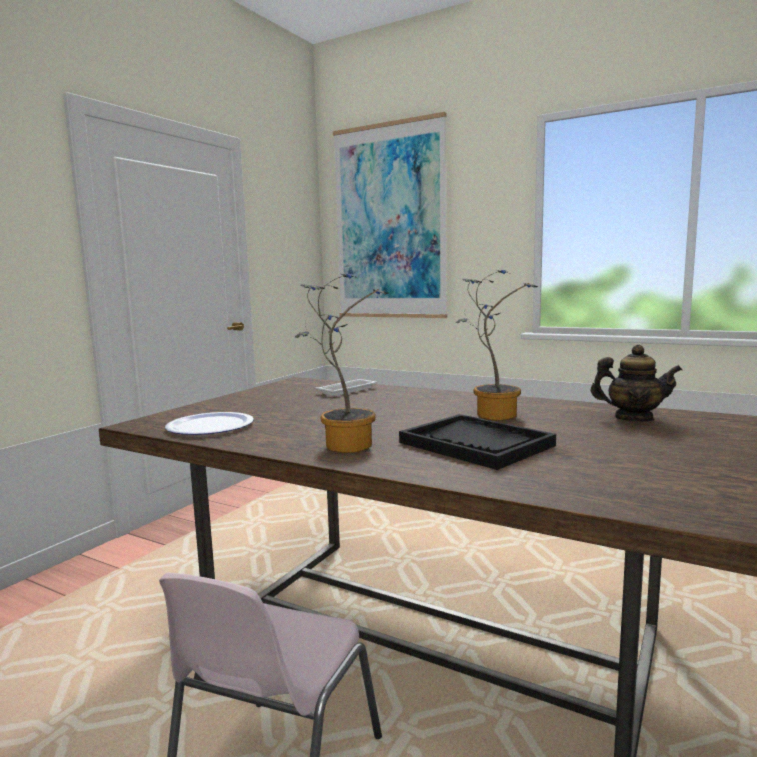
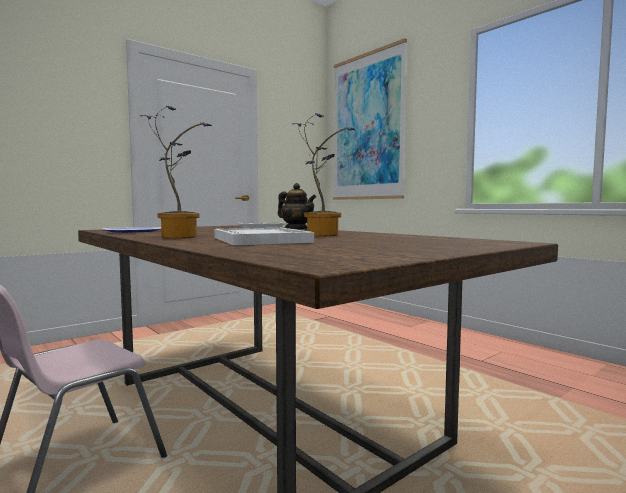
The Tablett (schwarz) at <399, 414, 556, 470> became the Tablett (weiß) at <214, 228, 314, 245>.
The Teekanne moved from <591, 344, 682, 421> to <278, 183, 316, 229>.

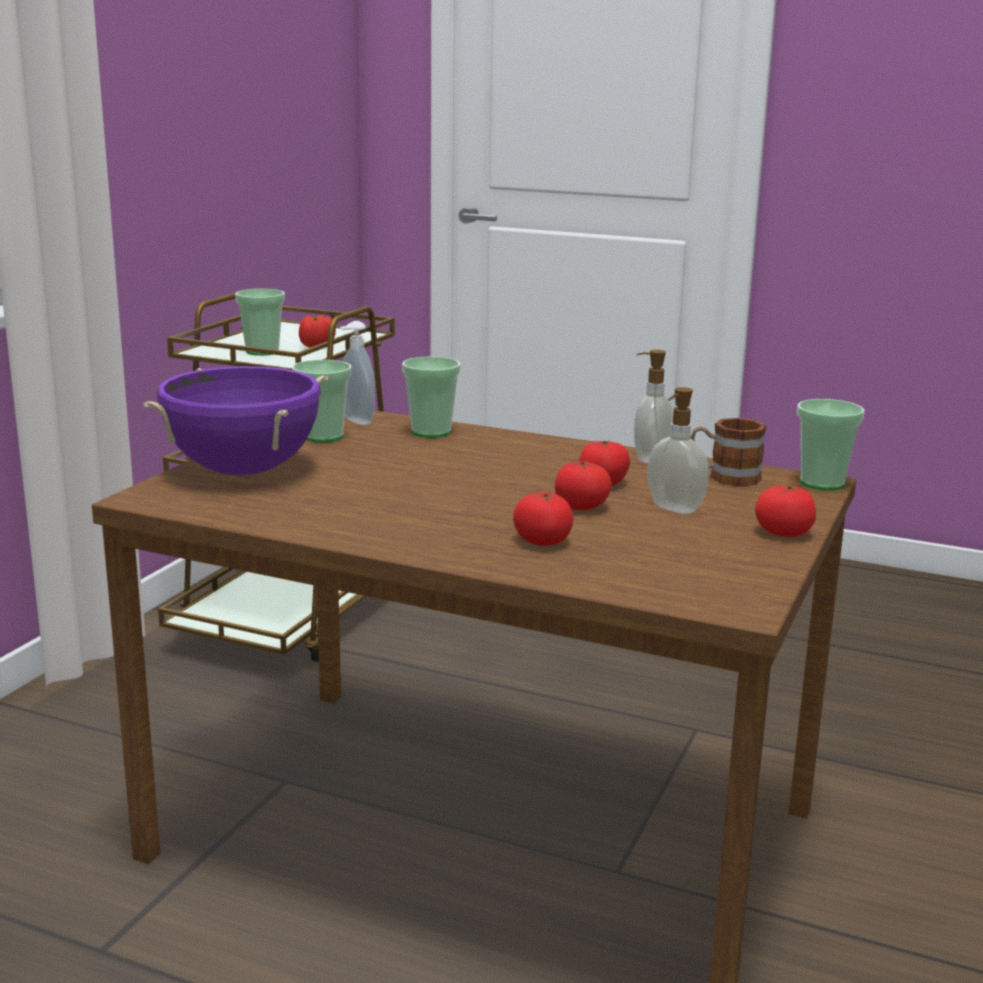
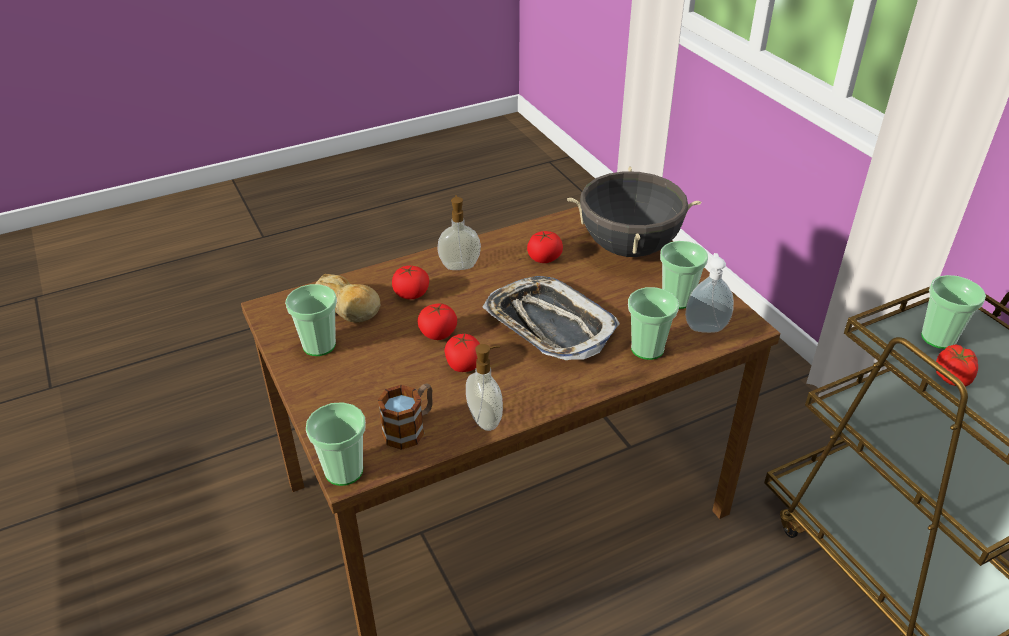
The Kochtopf (lila) at <143, 366, 328, 475> became the Kochtopf (schwarz) at <567, 167, 701, 257>.
The Seifenspender moved from <647, 387, 709, 514> to <437, 195, 481, 270>.
The Tomate moved from <755, 485, 816, 537> to <527, 231, 563, 263>.
The Tasse at <285, 284, 337, 356> appeared.
The Brot at <315, 274, 380, 323> appeared.
The Tablett at <483, 276, 620, 360> appeared.

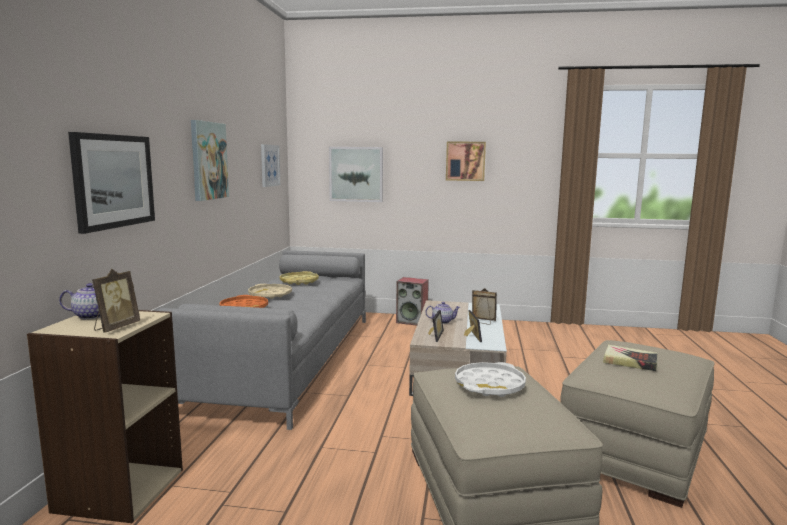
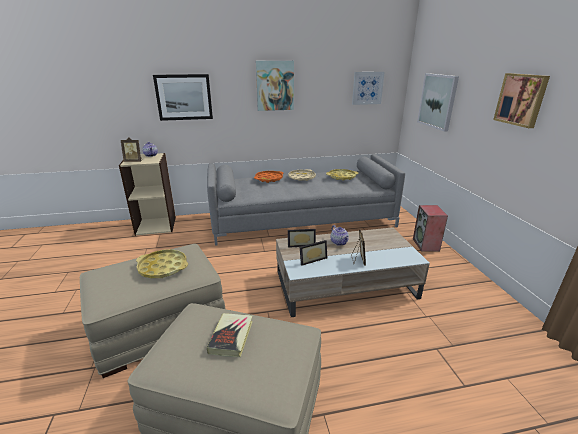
The Tablett (weiß) at <455, 362, 526, 397> became the Tablett (gelb) at <136, 249, 188, 278>.

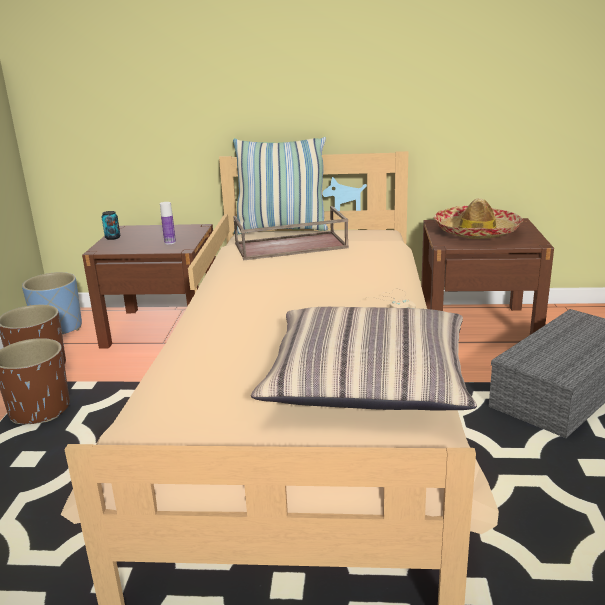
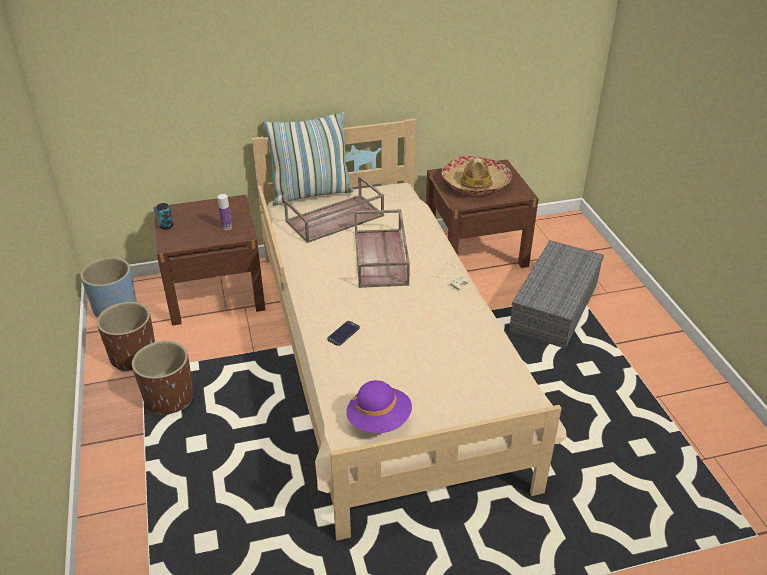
The Kissen at <251, 307, 477, 411> disappeared.
The Handy at <327, 321, 360, 346> appeared.
The Hut (lila) at <346, 380, 412, 433> appeared.
The Tablett (braun) at <354, 209, 410, 288> appeared.

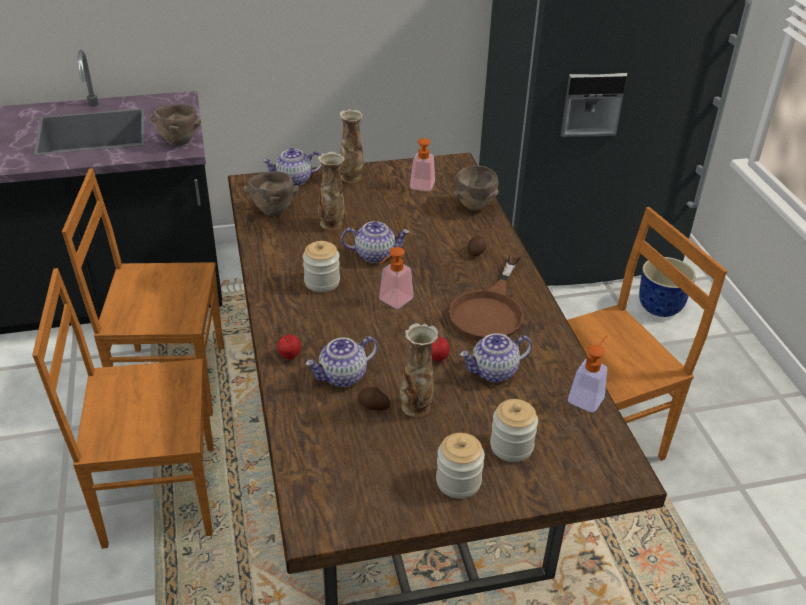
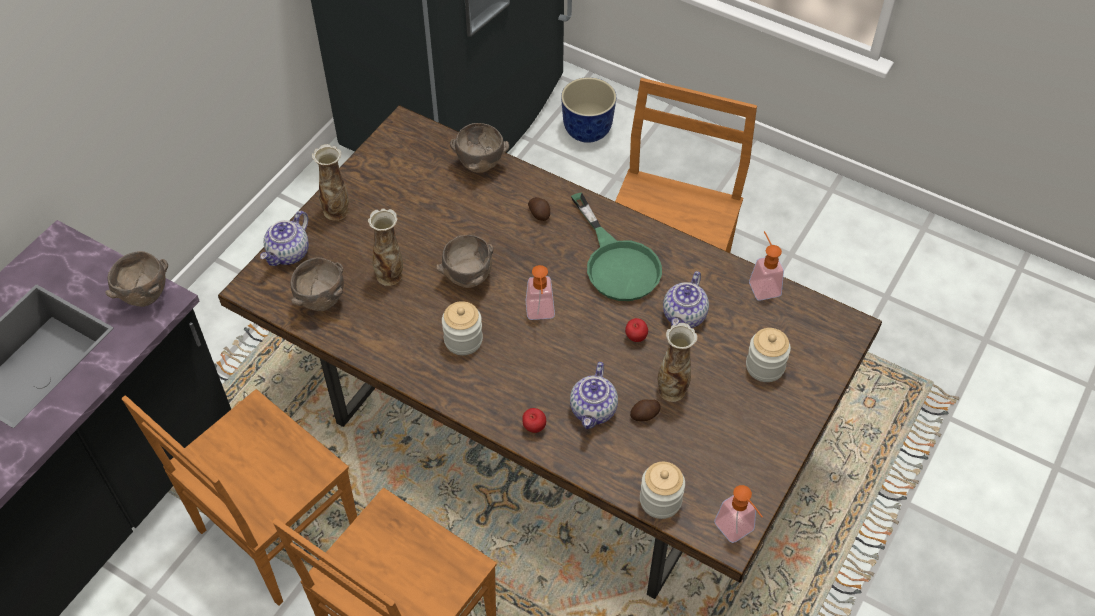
The Teekanne at <341, 221, 410, 263> was replaced by the Schüssel (braun) at <437, 235, 494, 288>.
The Seifenspender moved from <410, 138, 435, 191> to <714, 485, 763, 543>.
The Vorratsglas moved from <436, 433, 485, 499> to <640, 462, 685, 519>.
The Pfanne (braun) at <449, 253, 524, 341> became the Pfanne (grün) at <571, 192, 662, 301>.

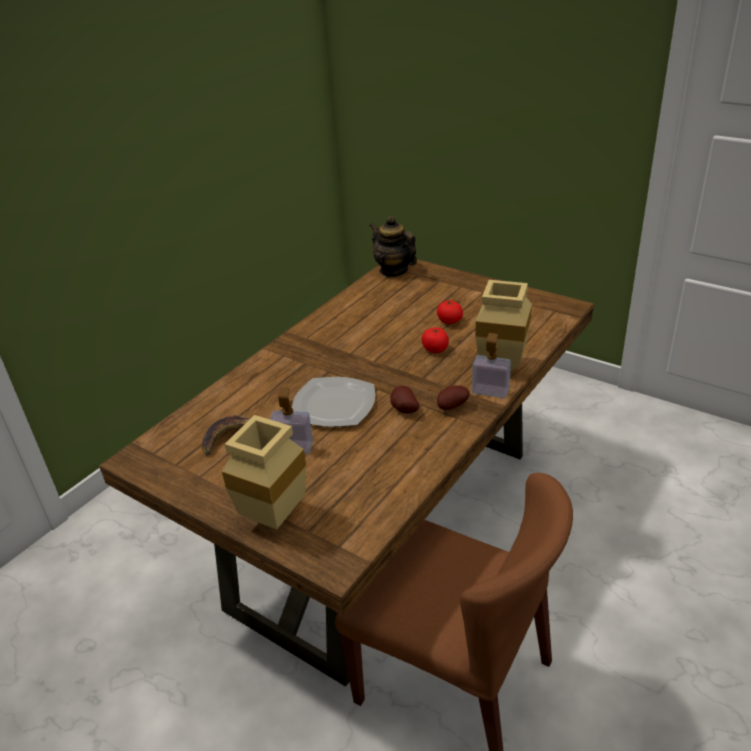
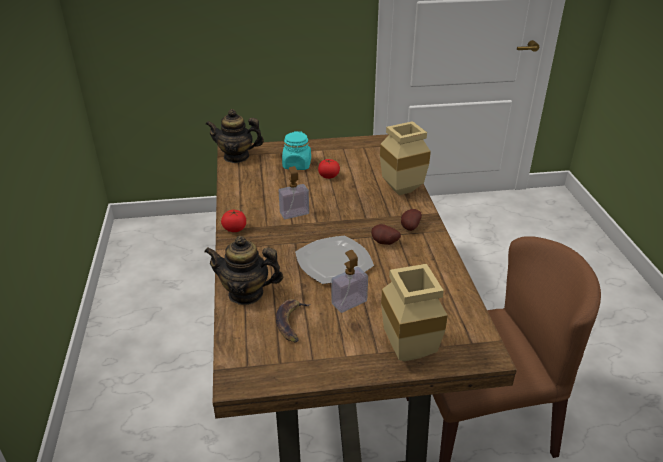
The Tomate moved from <422, 327, 449, 353> to <221, 210, 246, 232>.
The Seifenspender moved from <472, 333, 511, 398> to <279, 166, 309, 219>.
The Teekanne at <204, 236, 283, 305> appeared.
The Vorratsglas (türkis) at <282, 131, 311, 170> appeared.

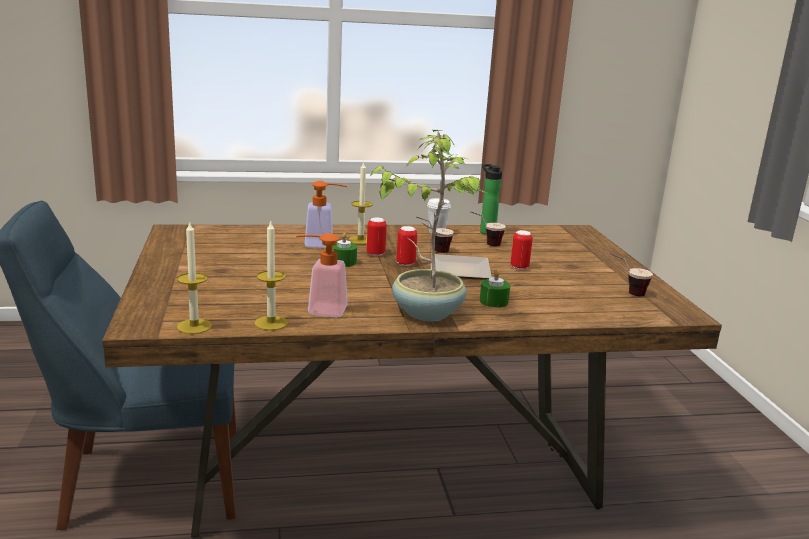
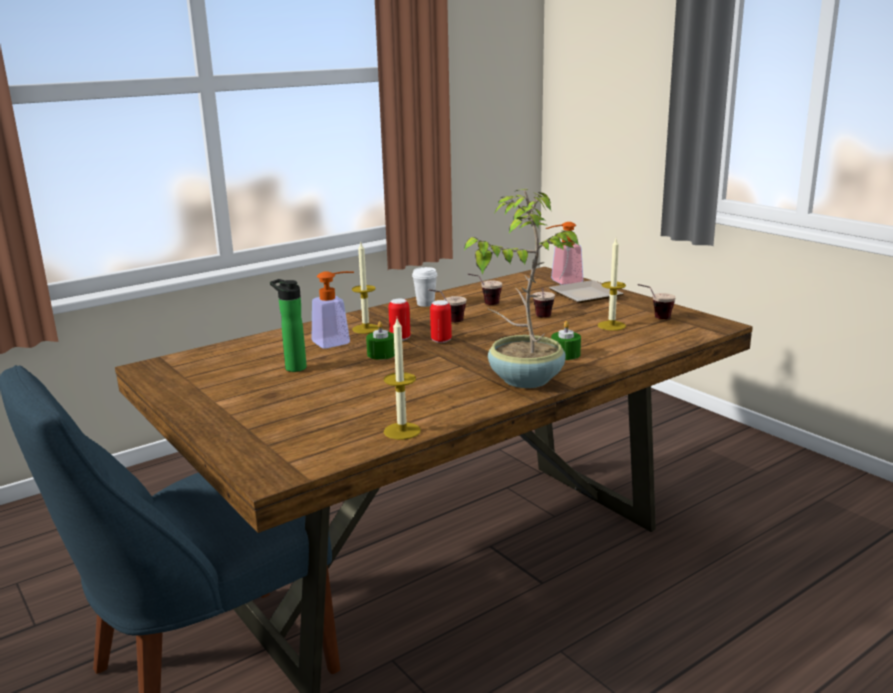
The Kerze moved from <177, 221, 212, 334> to <598, 239, 626, 331>.
The Seifenspender moved from <296, 233, 348, 317> to <546, 222, 583, 285>.
The Teller moved from <431, 254, 492, 280> to <549, 280, 624, 303>.
The Flasche moved from <480, 164, 502, 234> to <270, 279, 307, 372>.
The Dose at <510, 230, 533, 270> was replaced by the Tasse at <533, 288, 555, 317>.

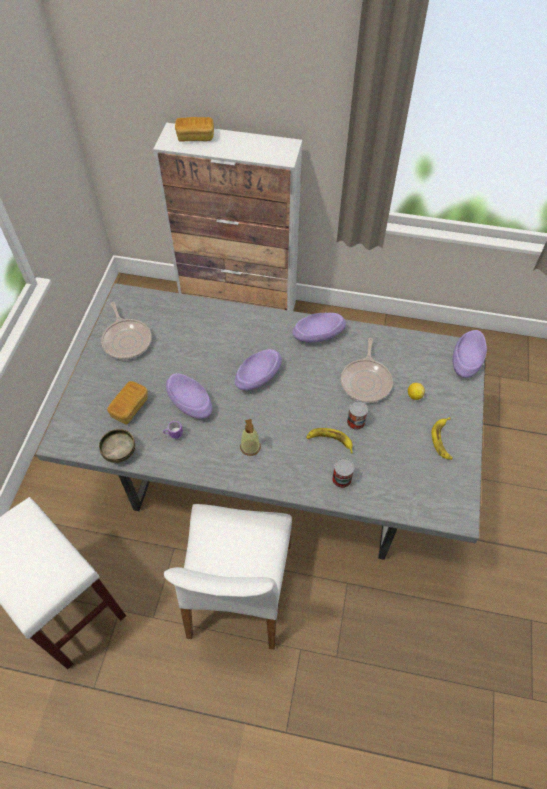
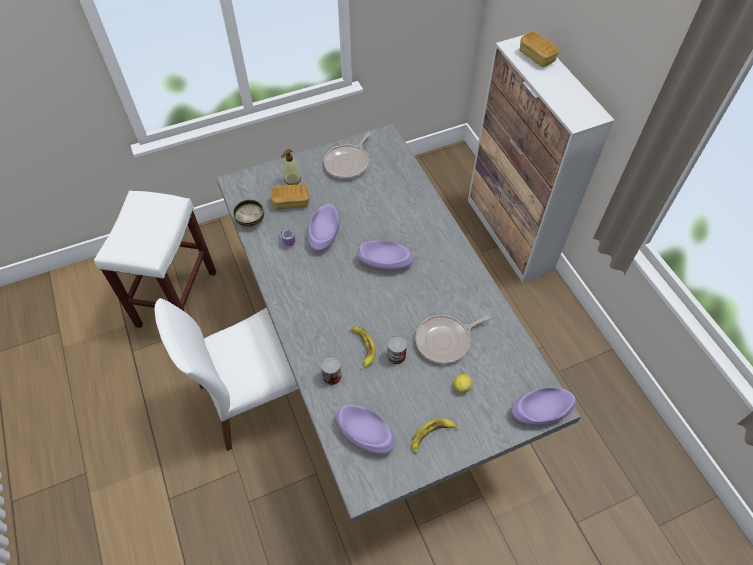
The Seifenspender moved from <240, 419, 261, 456> to <281, 149, 301, 185>.
The Schüssel (lila) moved from <292, 313, 346, 342> to <336, 405, 395, 454>.

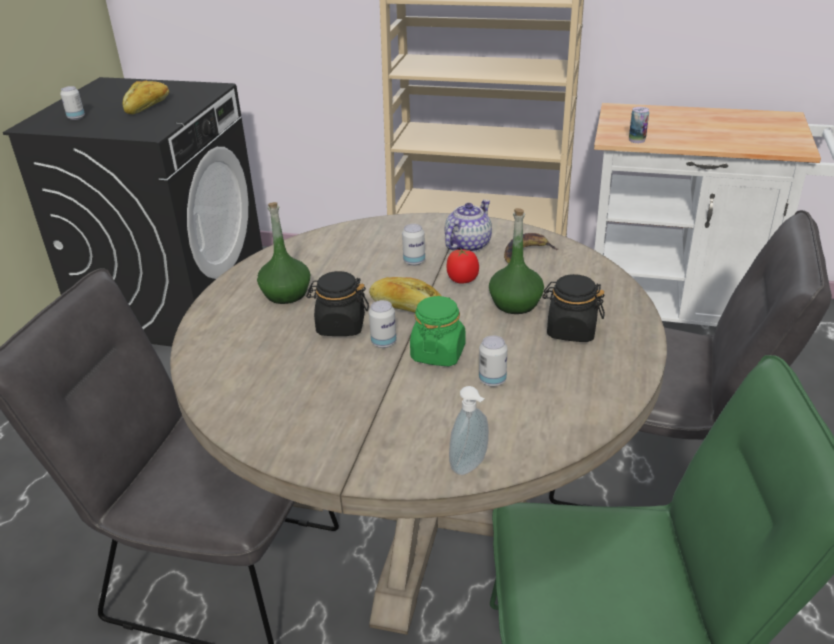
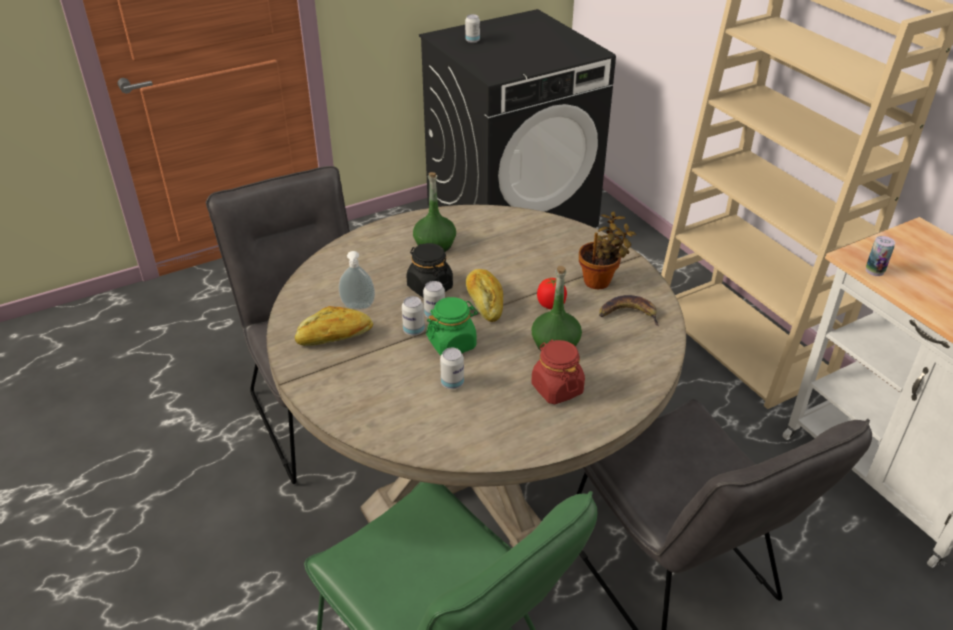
The Brot moved from <123, 81, 169, 114> to <295, 306, 373, 346>.
The Dose moved from <402, 224, 425, 266> to <402, 296, 425, 336>.
The Teekanne at <445, 200, 492, 252> was replaced by the Topfpflanze at <579, 211, 636, 289>.
The Seifenspender moved from <449, 386, 489, 475> to <339, 251, 375, 309>.
The Vorratsglas (schwarz) at <542, 274, 605, 342> became the Vorratsglas (rot) at <531, 339, 585, 404>.

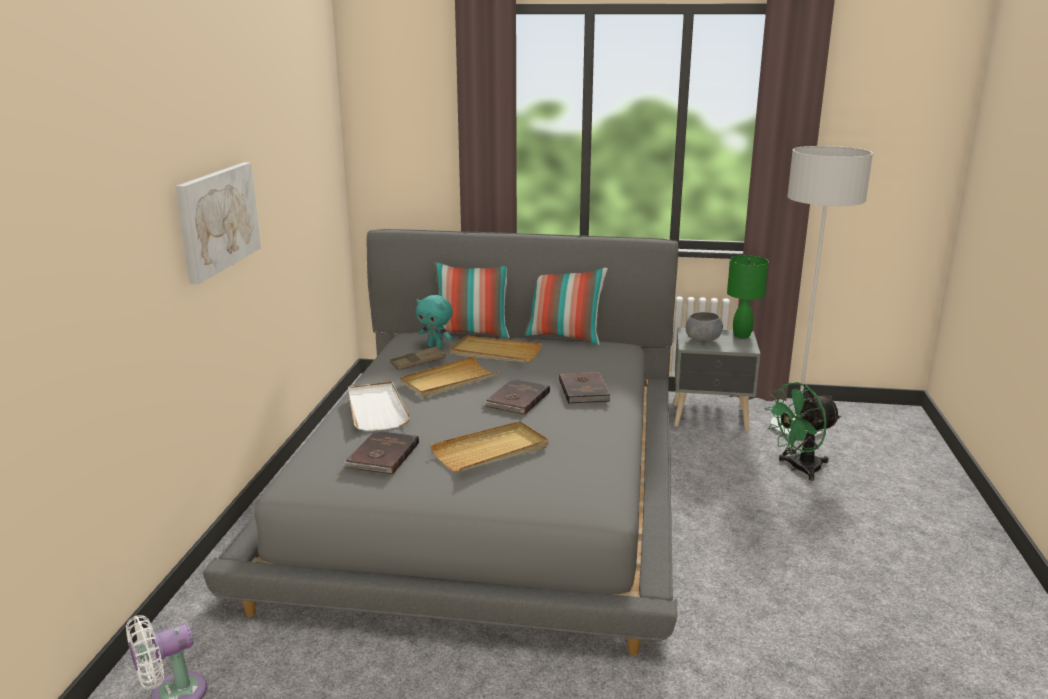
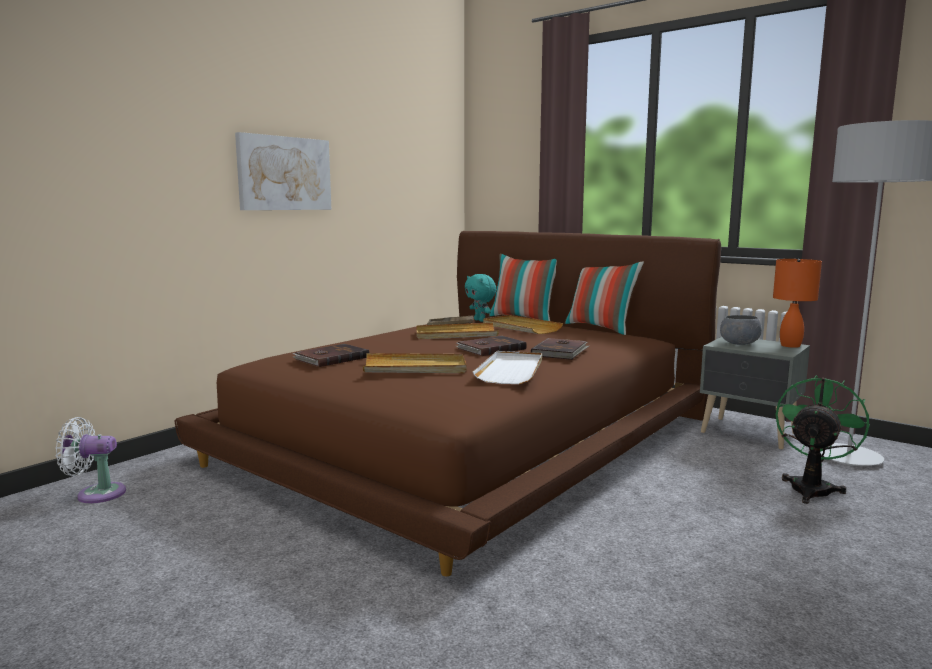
The Bett (grau) at <203, 229, 678, 655> became the Bett (braun) at <175, 231, 721, 576>.
The Tablett (weiß) moved from <348, 382, 411, 431> to <473, 351, 542, 384>.
The Tischlampe (grün) at <727, 255, 769, 338> became the Tischlampe (orange) at <773, 259, 822, 348>.
The Ventilator (grün) at <764, 382, 841, 481> turned 120 degrees clockwise.

